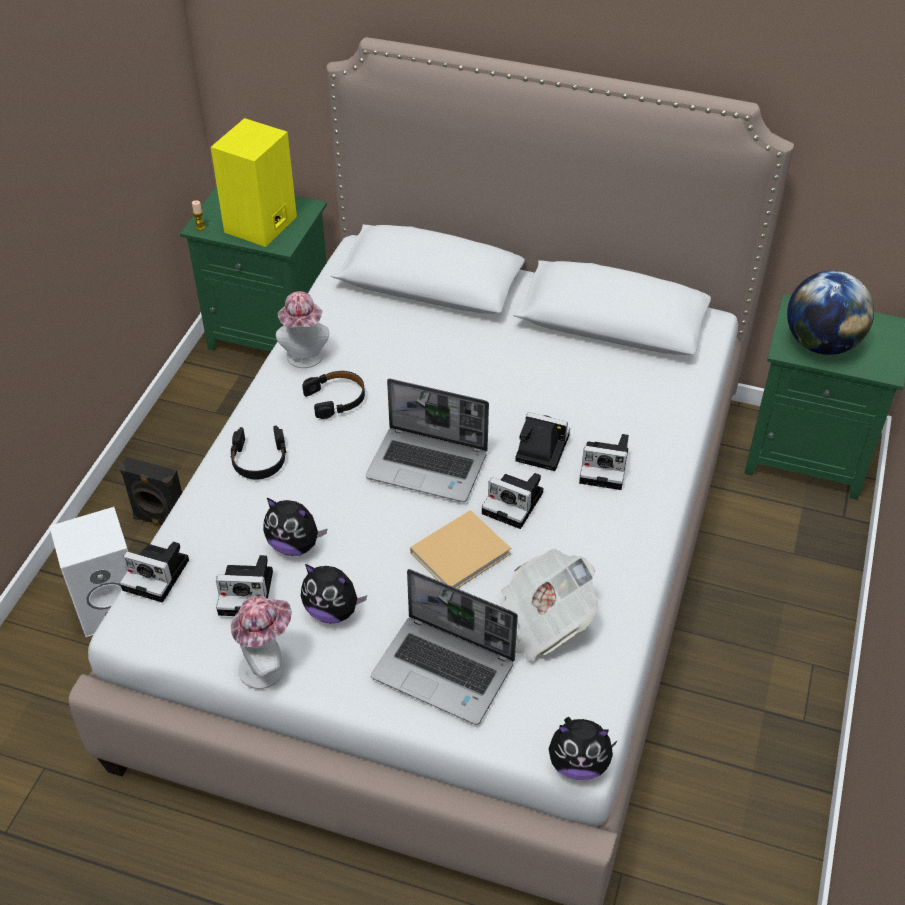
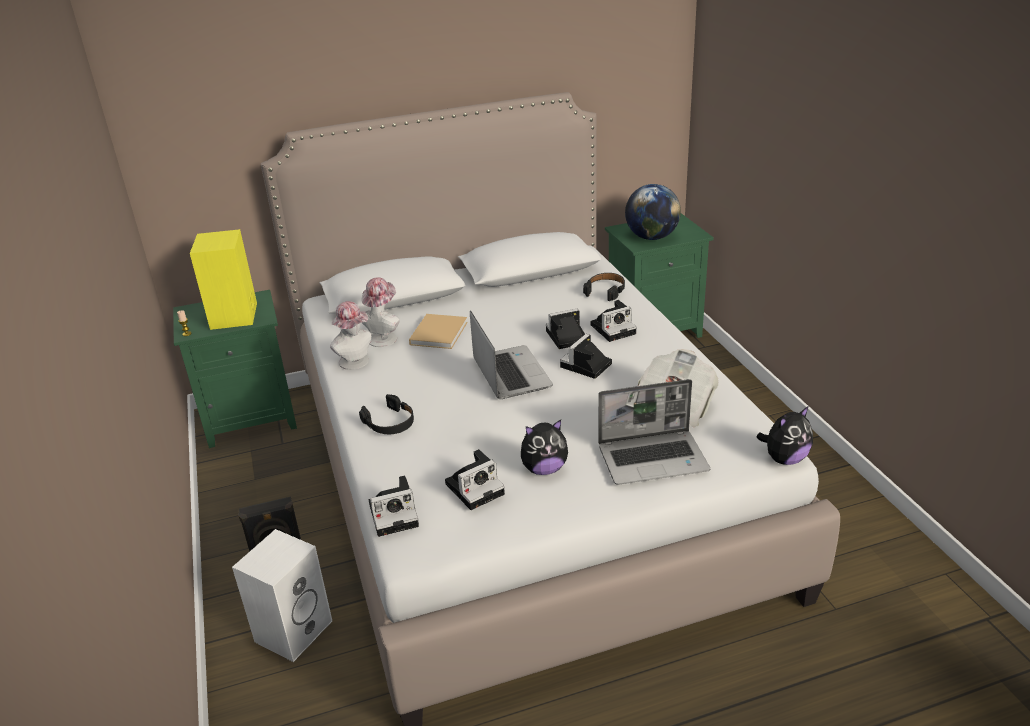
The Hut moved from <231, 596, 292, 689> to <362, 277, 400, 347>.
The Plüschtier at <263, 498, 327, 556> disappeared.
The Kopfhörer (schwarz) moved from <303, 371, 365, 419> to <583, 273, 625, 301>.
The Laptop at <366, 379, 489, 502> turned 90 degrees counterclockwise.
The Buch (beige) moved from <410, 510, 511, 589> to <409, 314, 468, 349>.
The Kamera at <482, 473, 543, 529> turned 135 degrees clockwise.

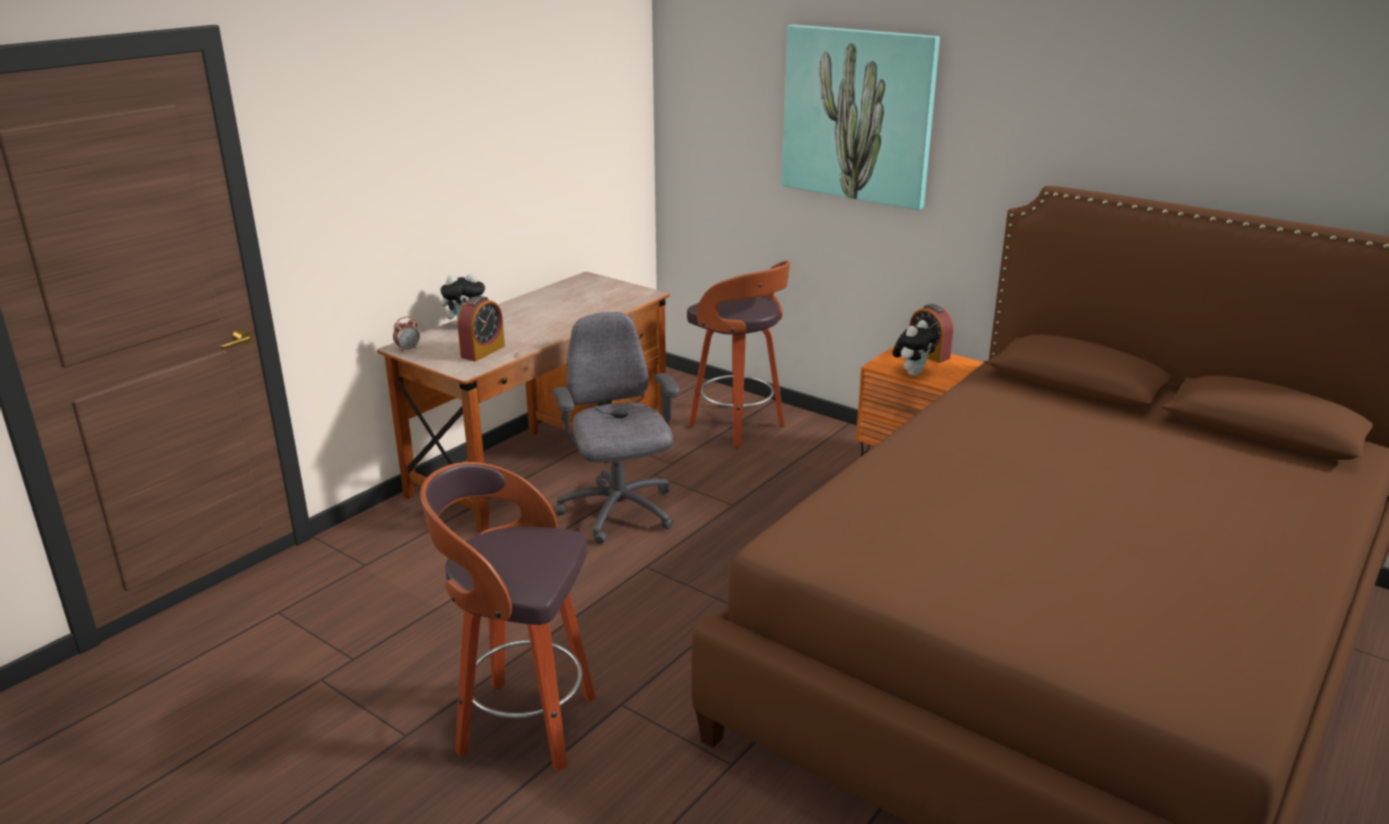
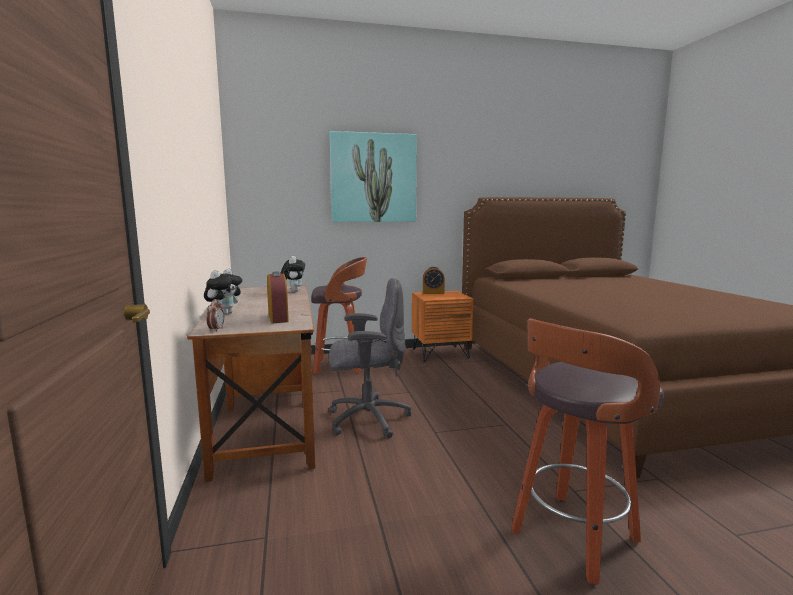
The Bürostuhl (grau) at <552, 312, 680, 544> turned 150 degrees clockwise.
The Plüschtier moved from <893, 320, 939, 376> to <280, 256, 305, 292>.

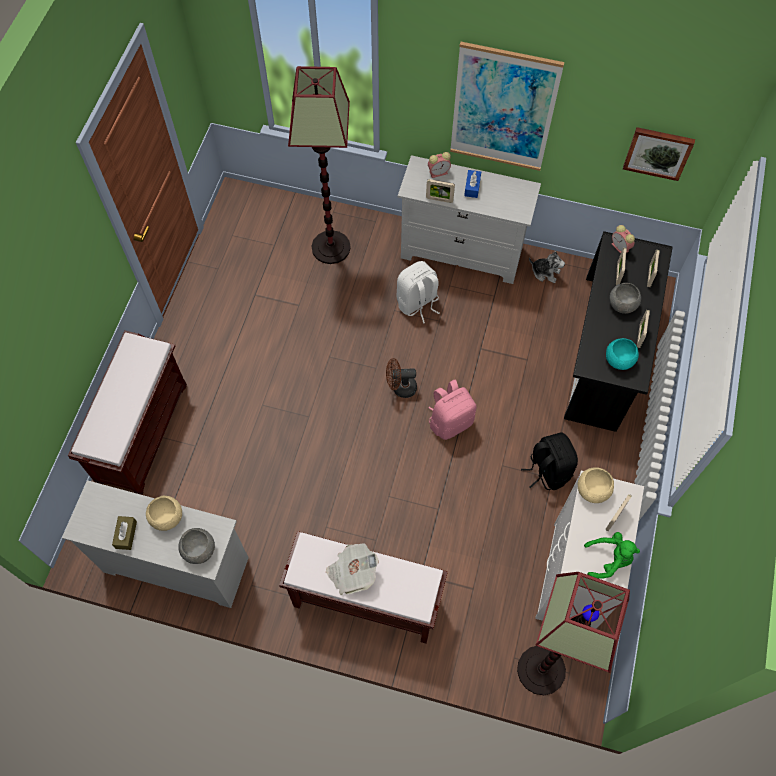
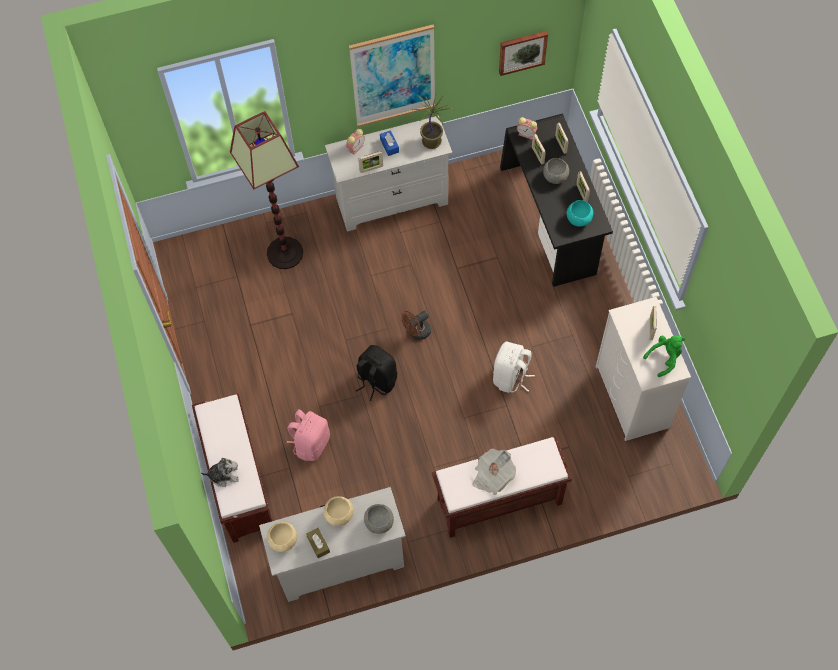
The Rucksack (weiß) moved from <397, 261, 440, 324> to <493, 342, 535, 393>.
The Rucksack (rosa) moved from <428, 380, 476, 440> to <287, 409, 330, 461>.
The Stehlampe at <517, 572, 630, 695> disappeared.
The Rucksack (schwarz) moved from <521, 432, 578, 490> to <356, 345, 397, 401>.
The Plüschtier moved from <529, 251, 565, 283> to <201, 458, 239, 487>.
The Schüssel (beige) moved from <578, 467, 614, 503> to <267, 522, 297, 552>.
The Topfpflanze at <411, 92, 454, 149> appeared.

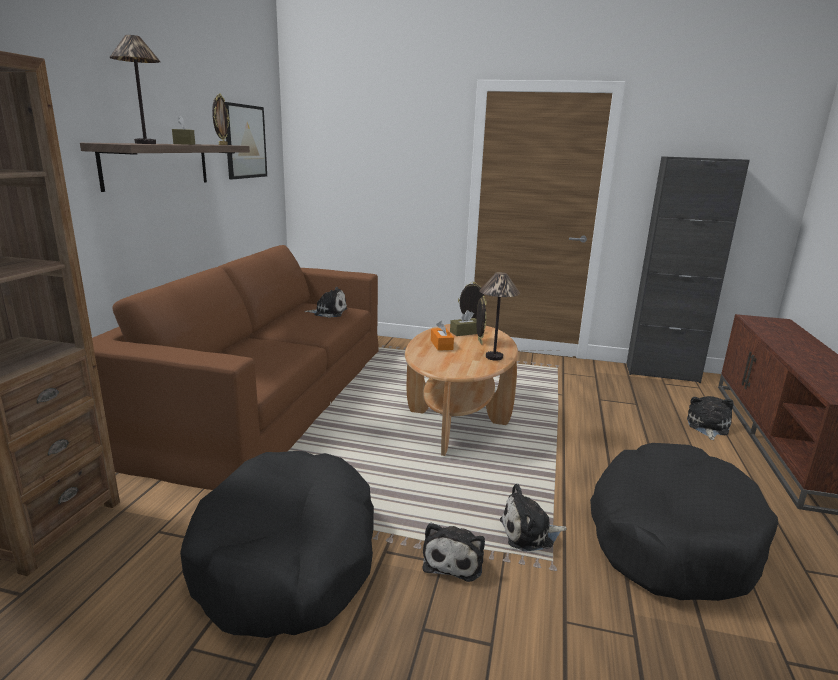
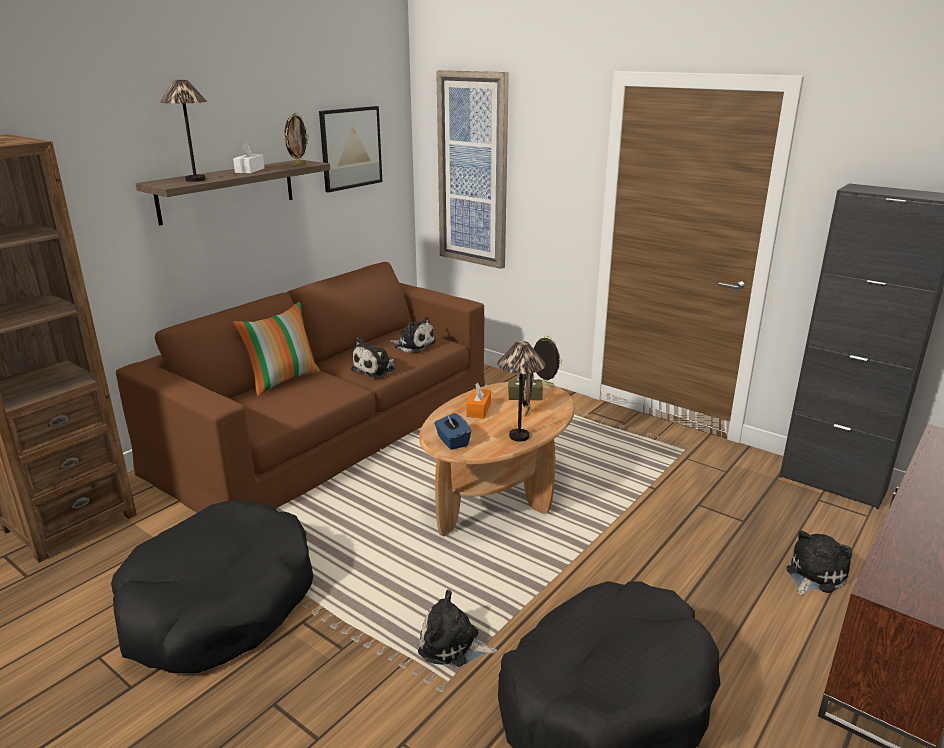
The Taschentuchbox (braun) at <172, 115, 195, 145> became the Taschentuchbox (weiß) at <233, 142, 265, 173>.
The Plüschtier moved from <423, 523, 485, 582> to <351, 338, 395, 377>.
The Kissen at <233, 302, 321, 397> appeared.
The Taschentuchbox (blau) at <434, 413, 471, 450> appeared.
The Bild at <436, 70, 509, 269> appeared.

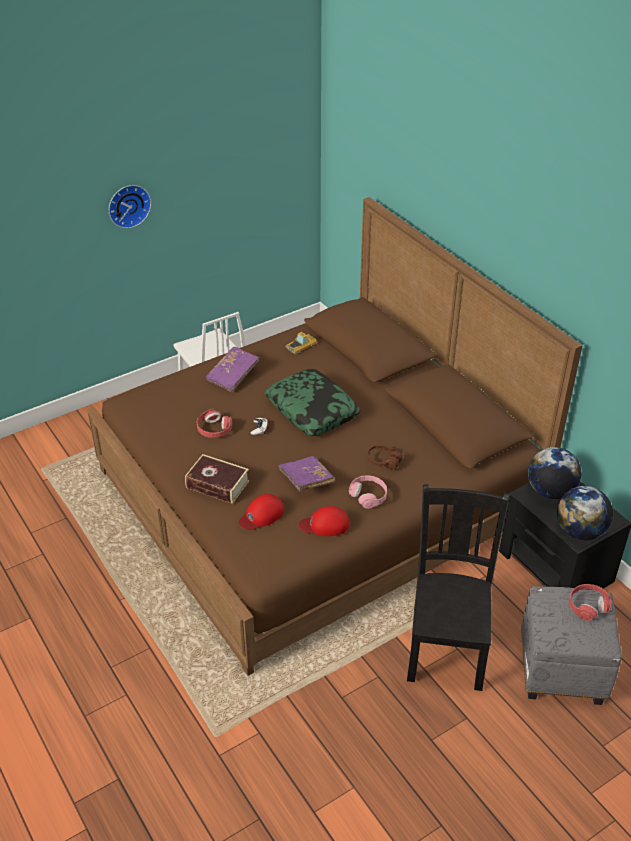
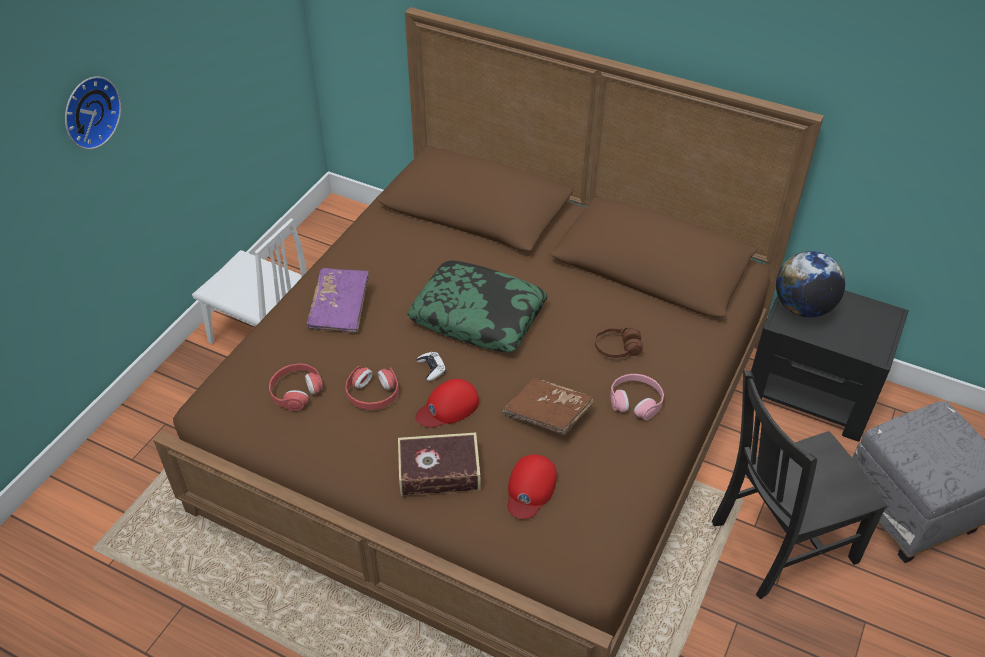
The Buch (lila) at <278, 456, 335, 492> became the Buch (braun) at <502, 378, 594, 435>.
The Spielzeugauto at <286, 332, 317, 354> disappeared.
The Kappe (rot) moved from <298, 506, 349, 536> to <415, 379, 479, 428>.
The Stuhl (schwarz) at <407, 484, 510, 691> turned 90 degrees counterclockwise.
The Globus at <557, 486, 613, 540> disappeared.
The Kopfhörer (rot) moved from <569, 584, 611, 621> to <269, 364, 323, 411>.

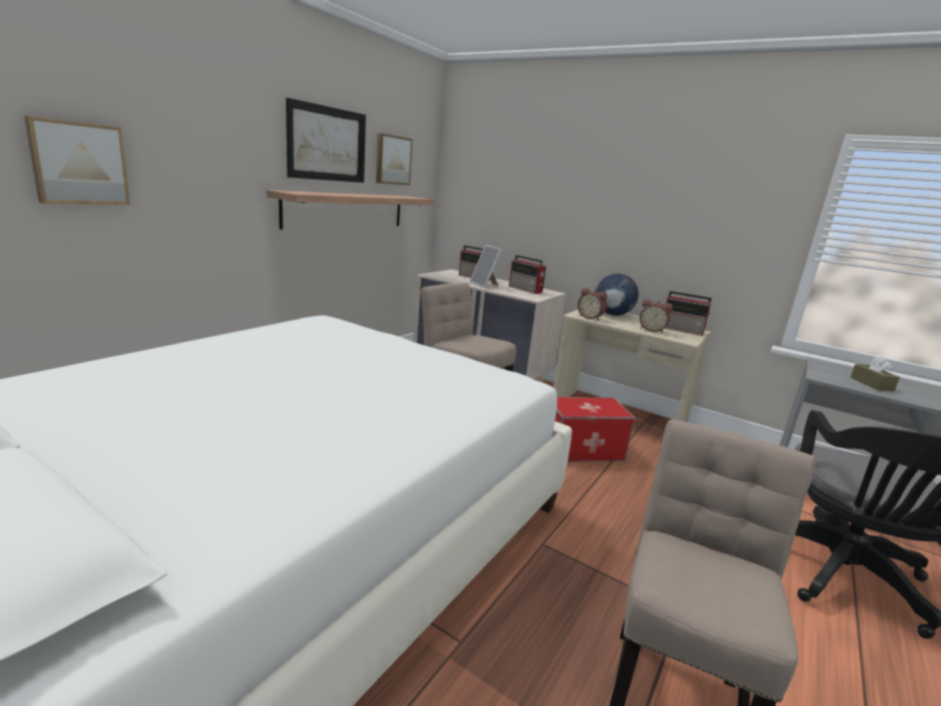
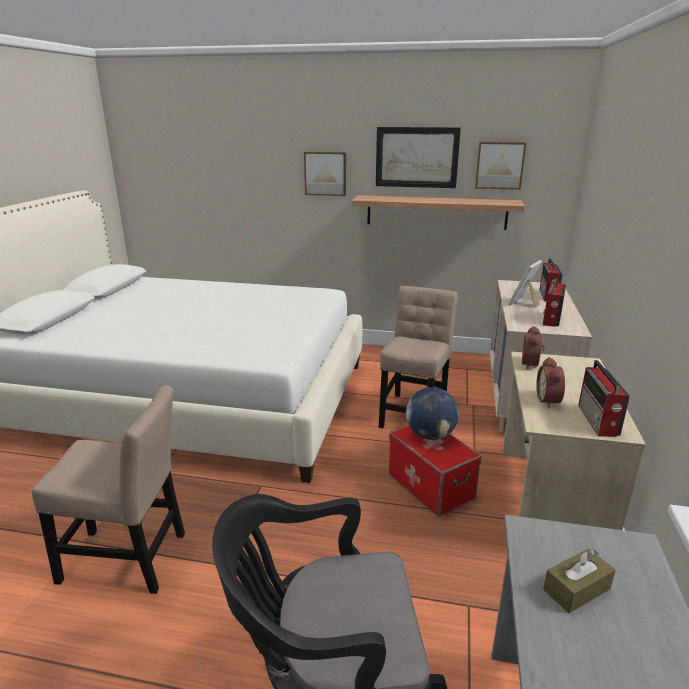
The Bild moved from <24, 116, 130, 205> to <304, 152, 346, 196>.
The Globus moved from <596, 274, 639, 316> to <406, 387, 459, 440>.

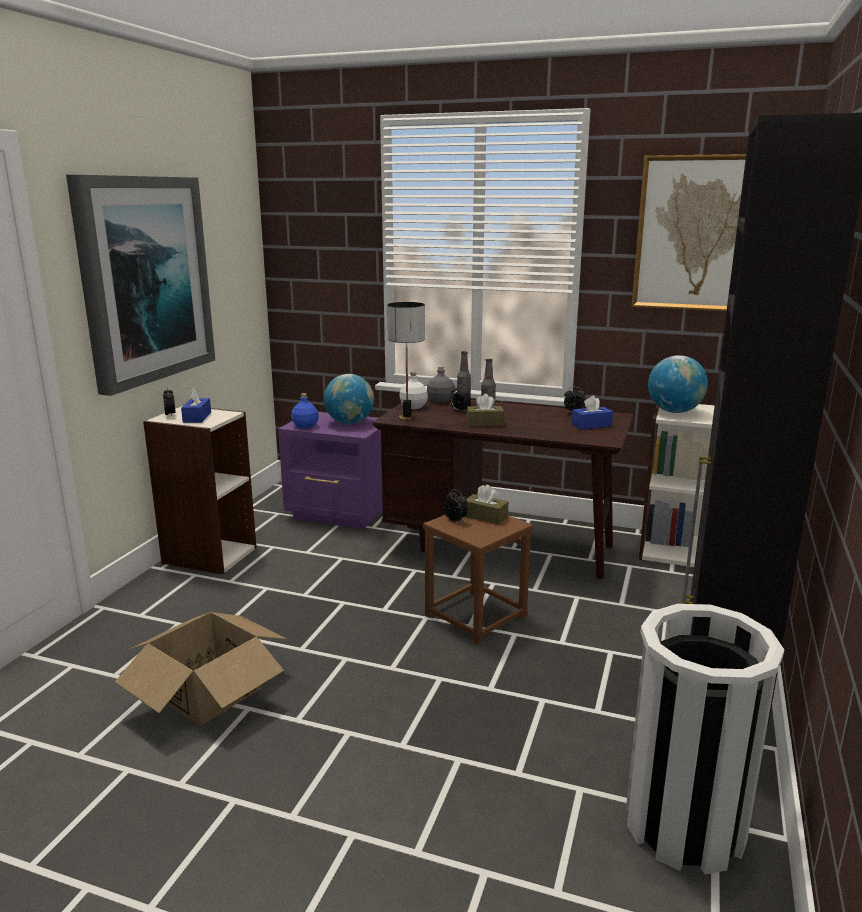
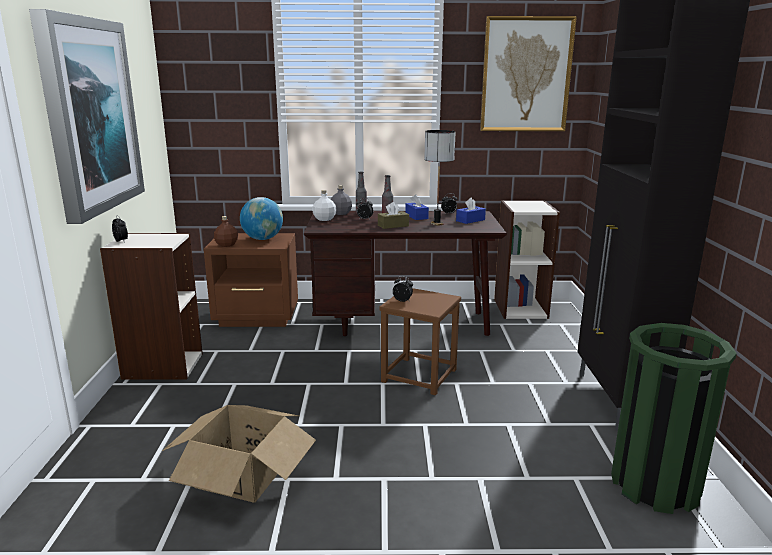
The Taschentuchbox (blau) moved from <181, 388, 211, 423> to <405, 194, 429, 220>.
The Nachttisch (lila) at <278, 412, 383, 529> became the Nachttisch (braun) at <204, 233, 298, 327>.
The Flasche (blau) at <291, 393, 319, 429> became the Flasche (braun) at <214, 216, 238, 247>.
The Tischlampe moved from <387, 302, 425, 420> to <424, 130, 456, 225>.
The Taschentuchbox (braun) at <464, 485, 508, 525> disappeared.
The Mülleimer (weiß) at <626, 604, 784, 875> became the Mülleimer (grün) at <611, 323, 737, 514>.
The Globus at <648, 355, 708, 413> disappeared.

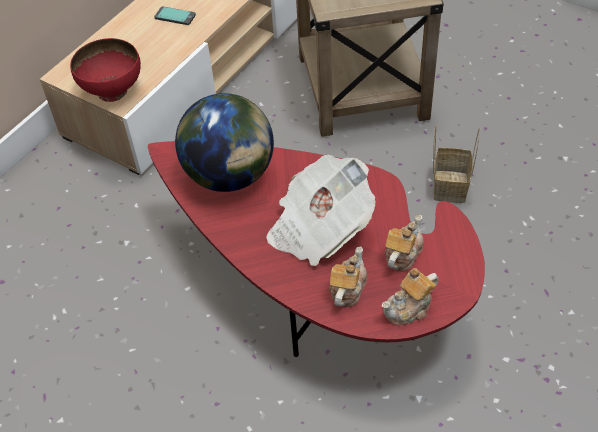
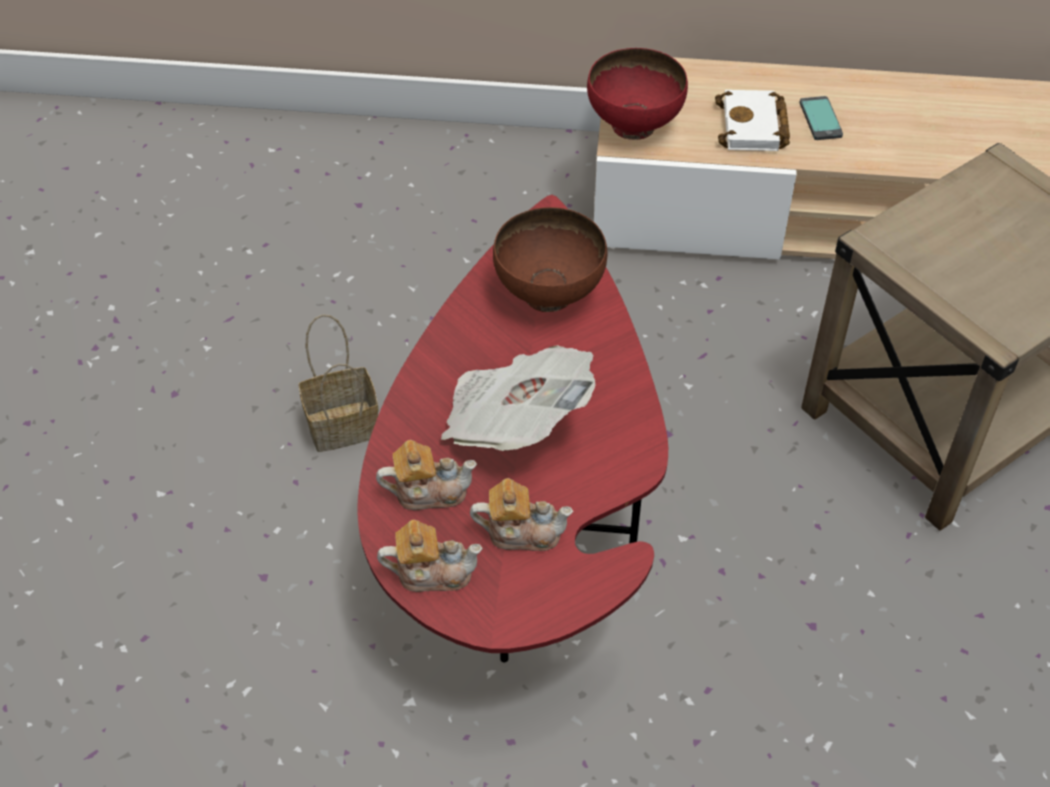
The Globus at <175, 93, 274, 192> was replaced by the Schüssel (braun) at <493, 207, 607, 312>.
The Teekanne at <382, 268, 439, 325> turned 150 degrees clockwise.
The Korb moved from <433, 124, 480, 203> to <298, 314, 379, 452>.
The Buch (weiß) at <715, 90, 790, 151> appeared.

